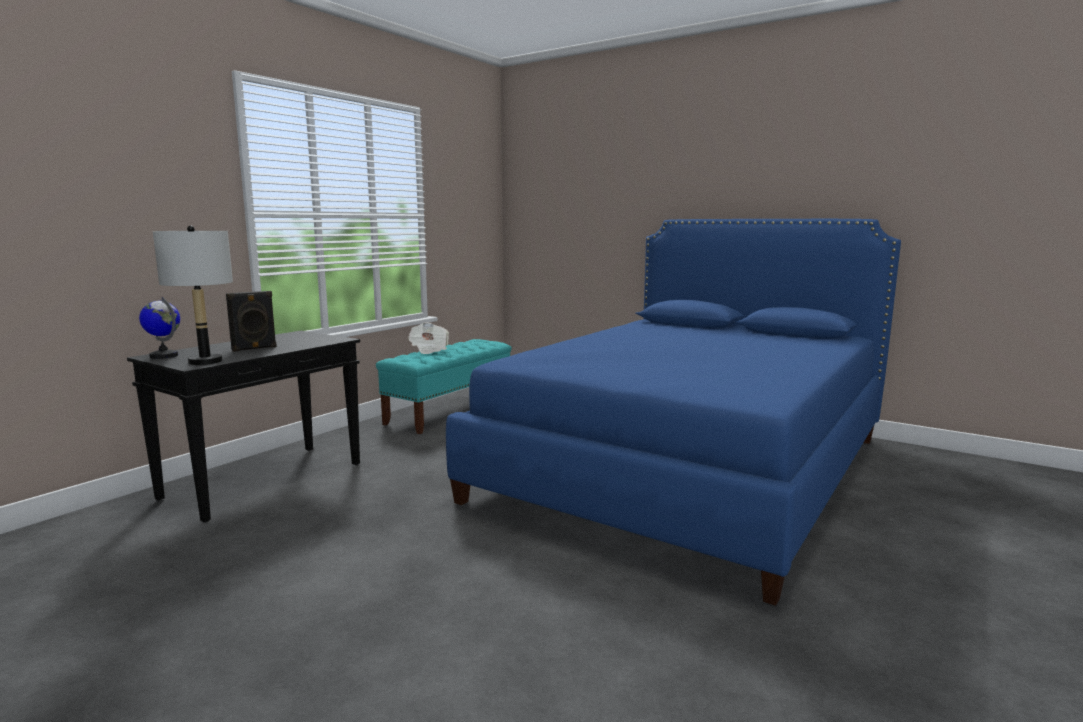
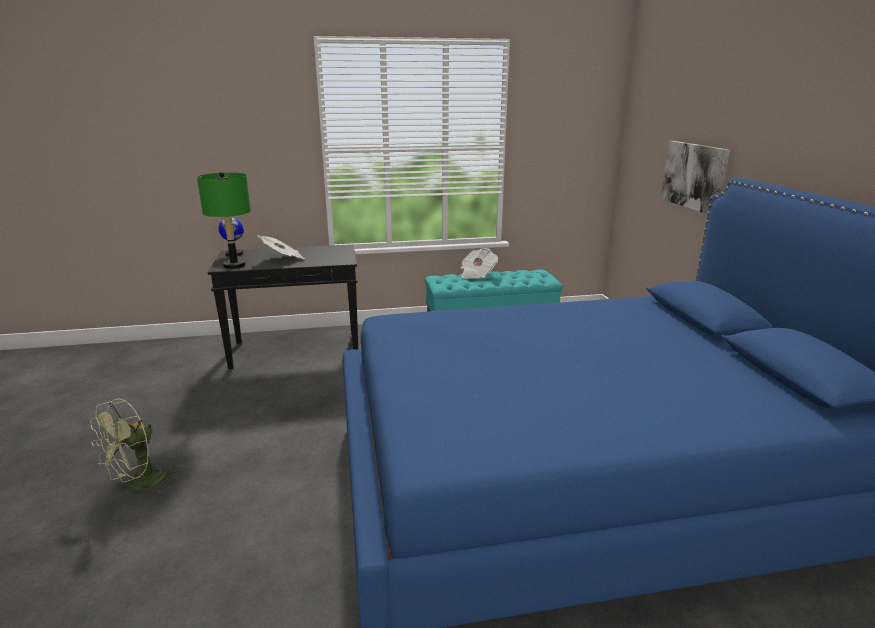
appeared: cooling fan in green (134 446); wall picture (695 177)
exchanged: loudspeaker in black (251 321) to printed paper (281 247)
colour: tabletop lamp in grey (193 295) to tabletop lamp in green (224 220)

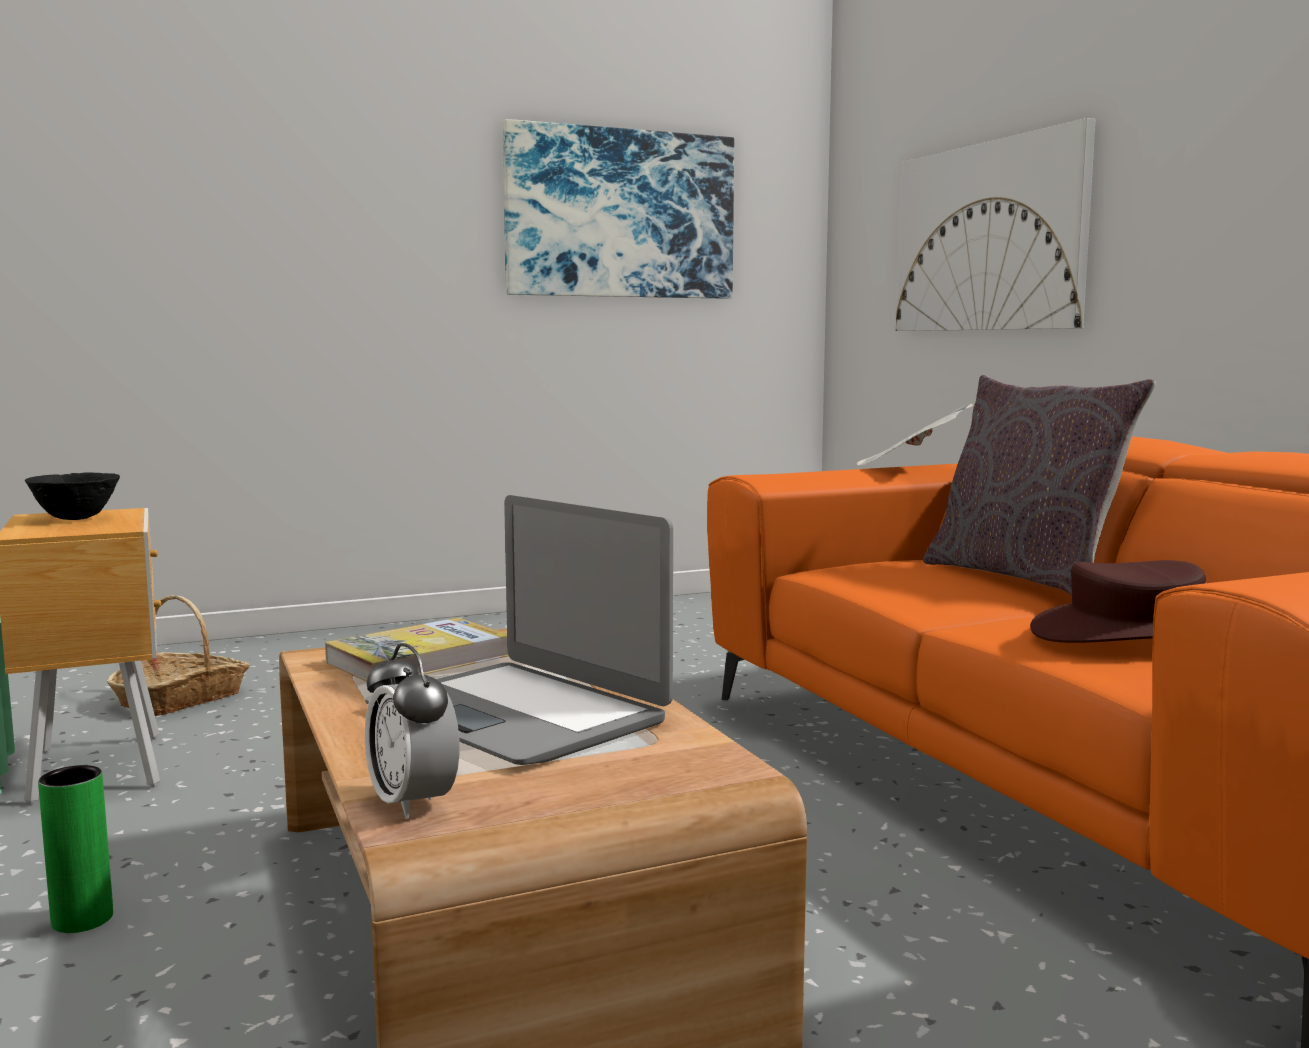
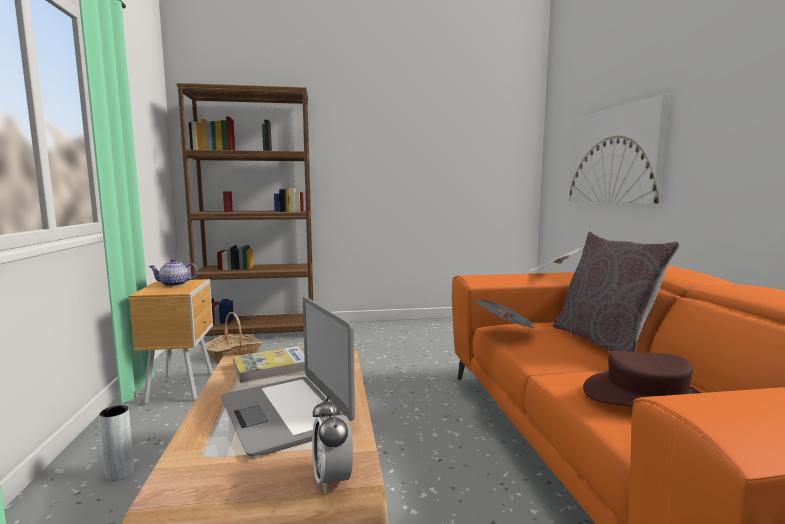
missing: wall picture (618 209)
appeared: bookcase in brown (245 213); printed paper (504 314)
relocated: alarm clock (412 731) to (332 444)
exchanged: deep dish in black (72 496) to teapot (173 273)
colour: flower vase in green (75 849) to flower vase in grey (117 443)

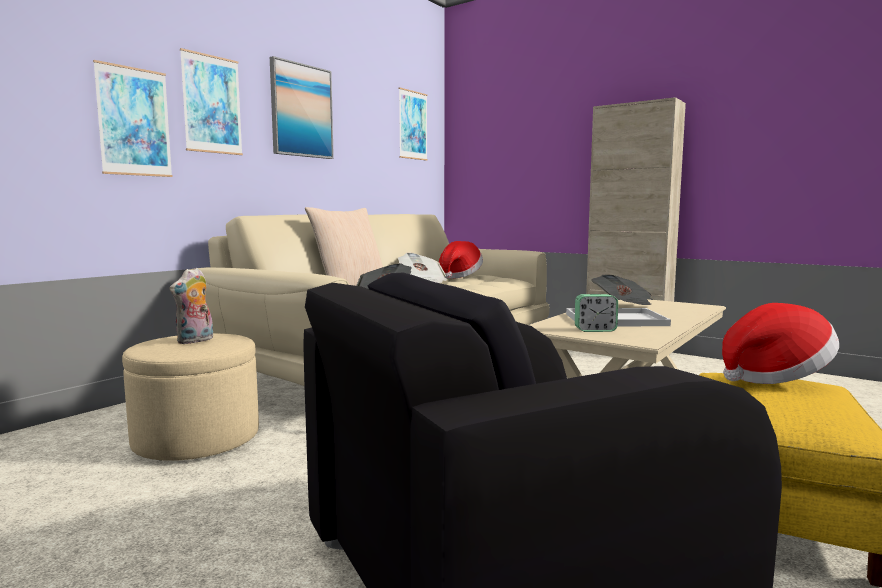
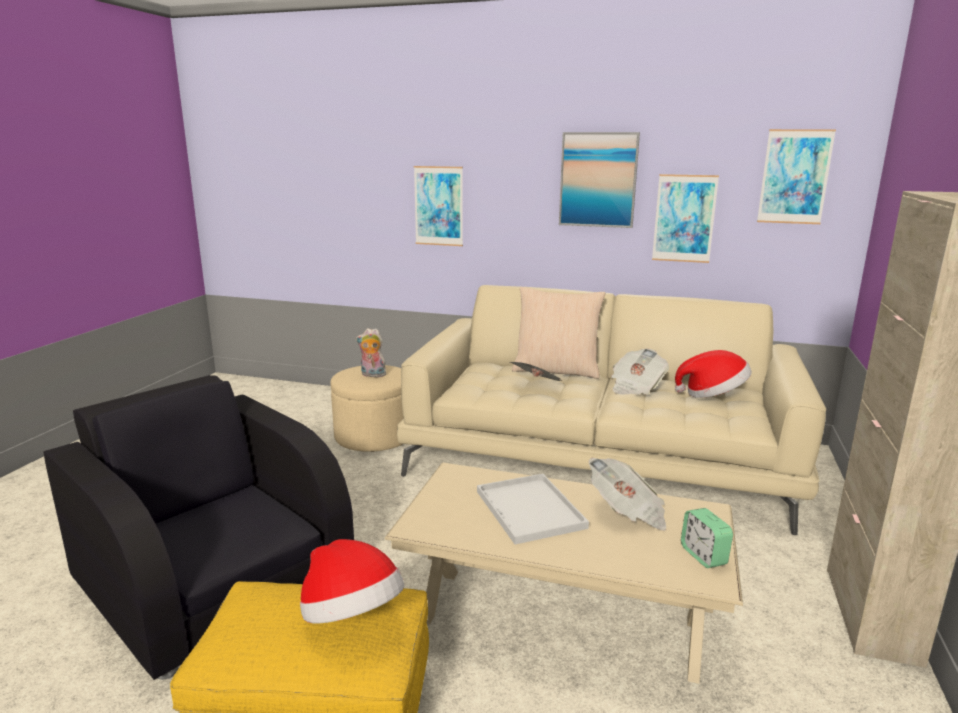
relocated: wall picture (211 101) to (685 218); alarm clock (596 313) to (707 538)

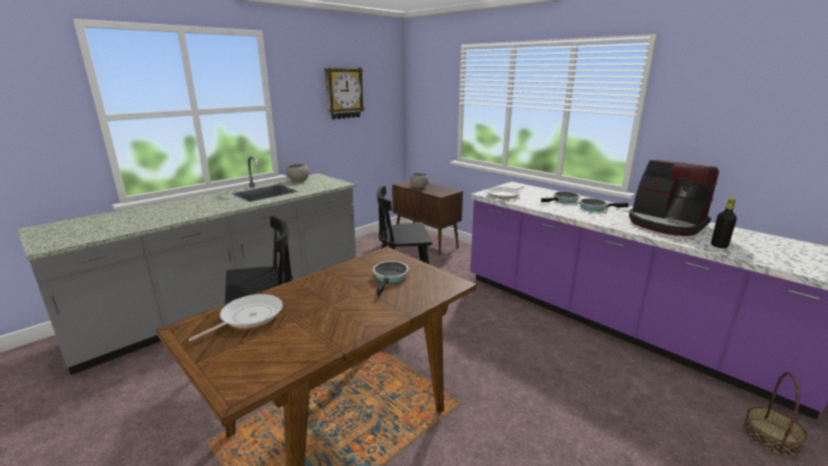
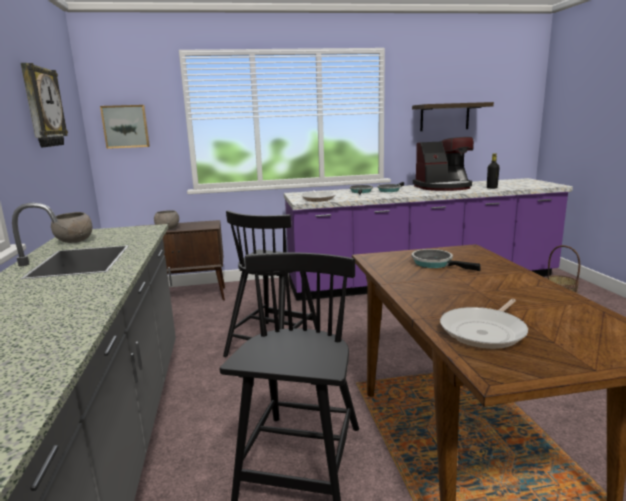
appeared: wall picture (125 127); wall shelf (453 116)
spun: frying pan (236 317) = (484 324) 120 degrees counterclockwise

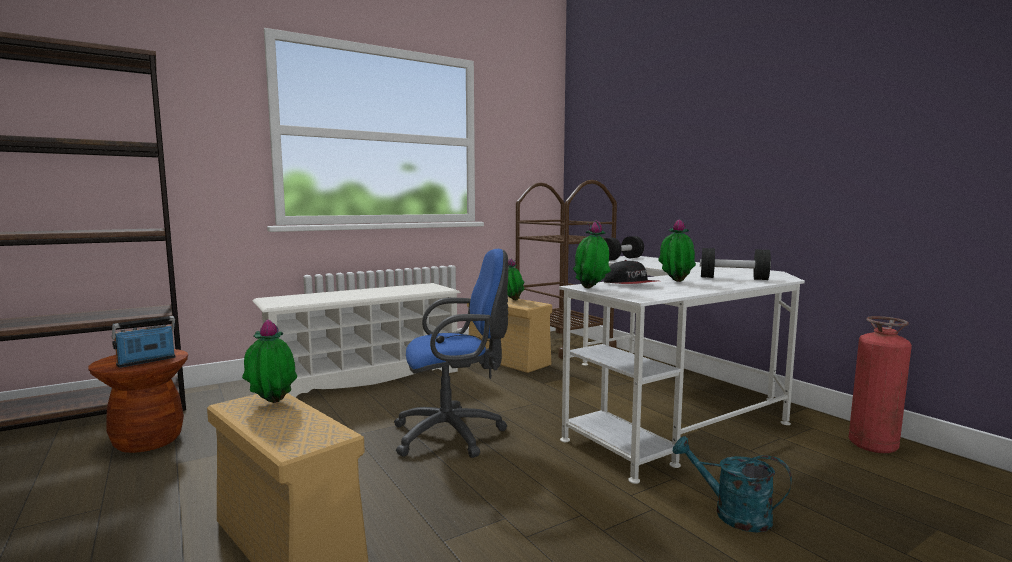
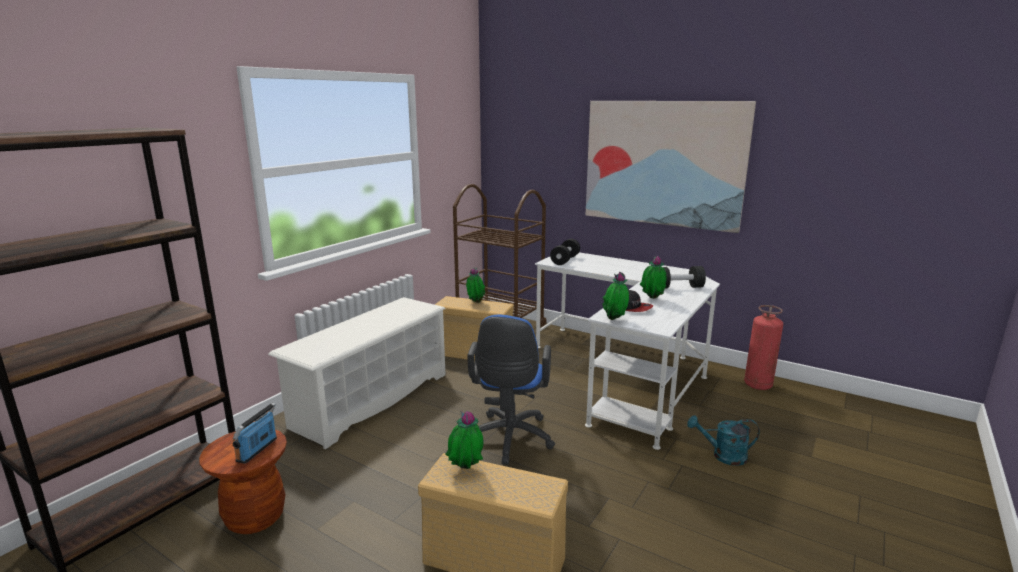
appeared: wall picture (671 167)
spun: computer chair in blue-coloured (451 353) = (511 390) 135 degrees clockwise

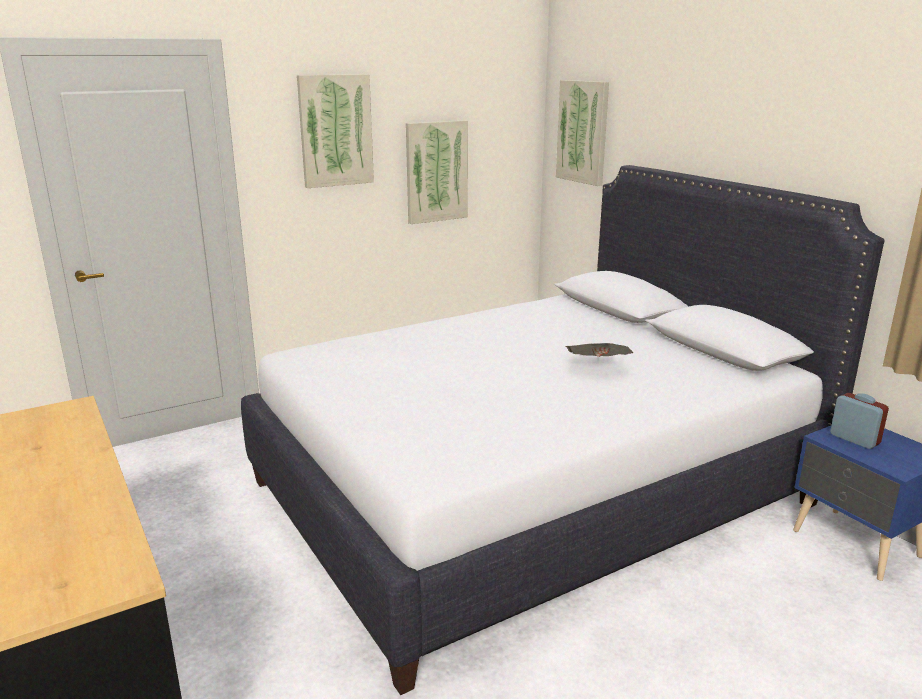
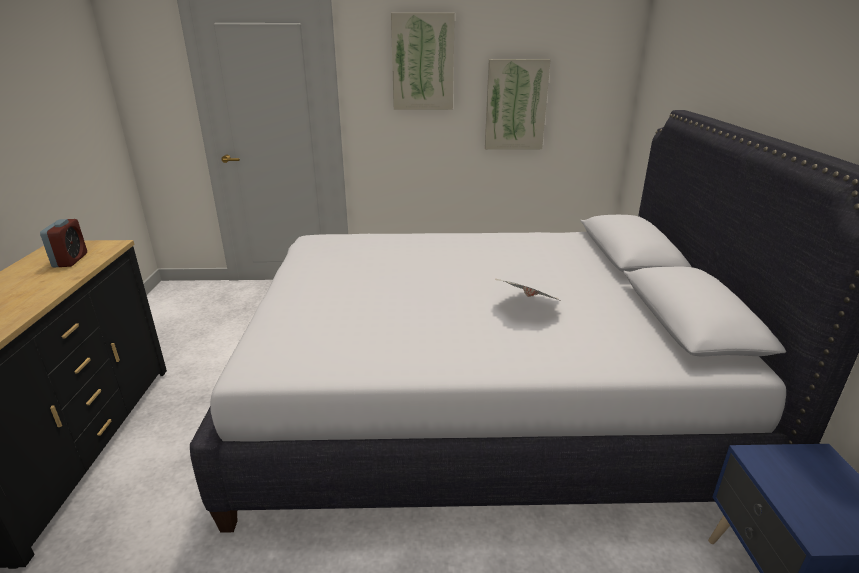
missing: wall picture (582 133)
relocated: alarm clock (859 421) to (63 243)

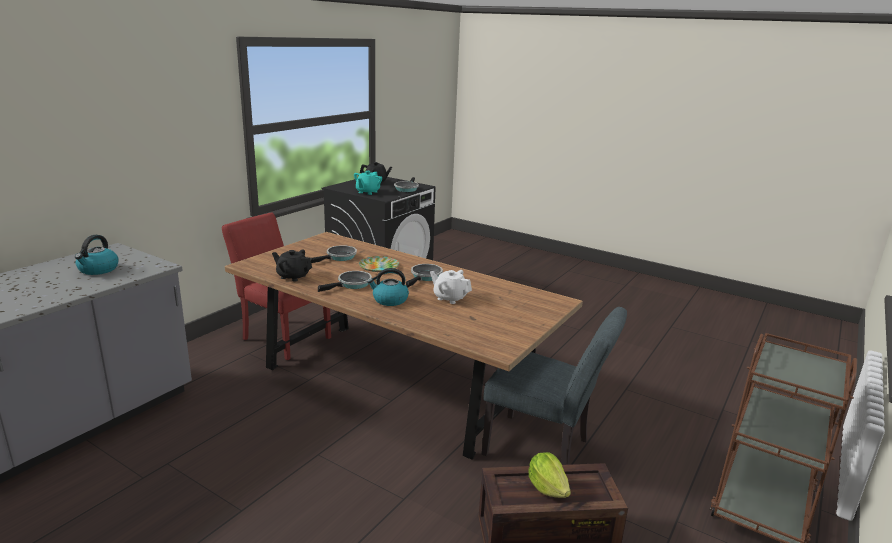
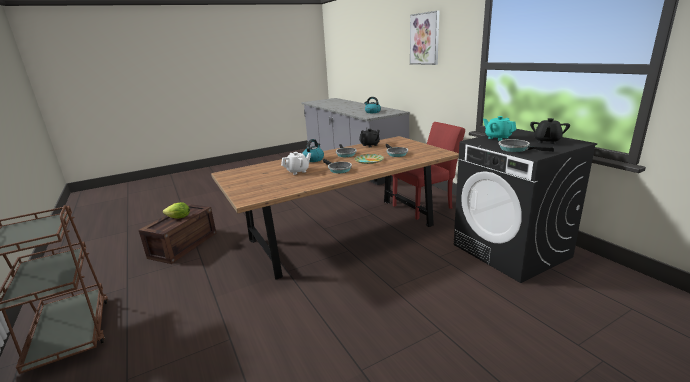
missing: plain chair in grey (554 386)
appeared: wall picture (424 38)

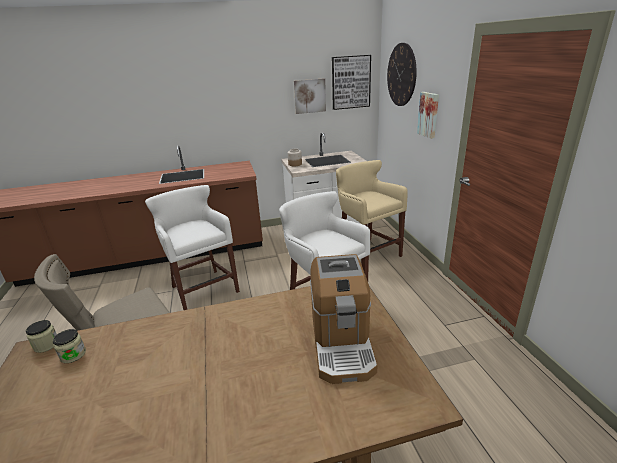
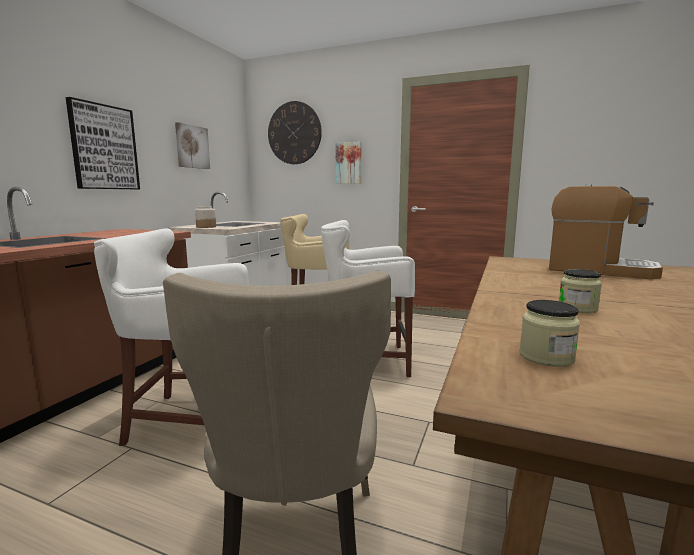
relocated: storage jar (41 336) to (580 291); wall picture (351 82) to (103 143)

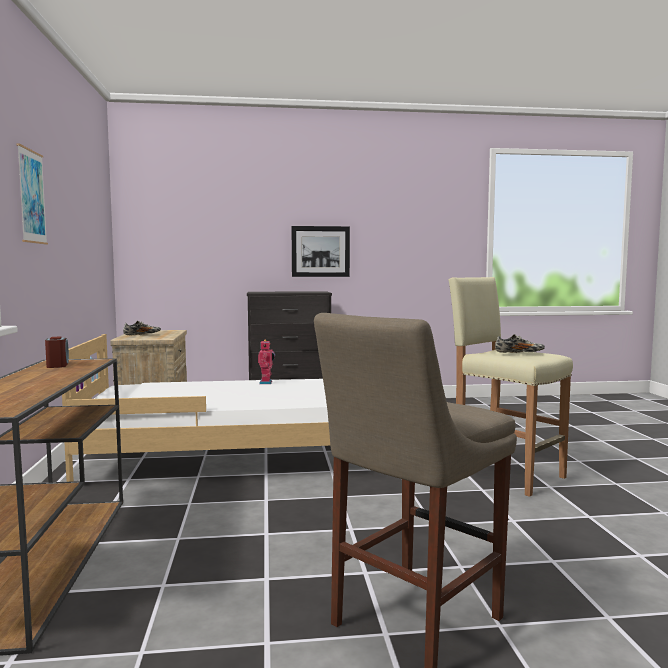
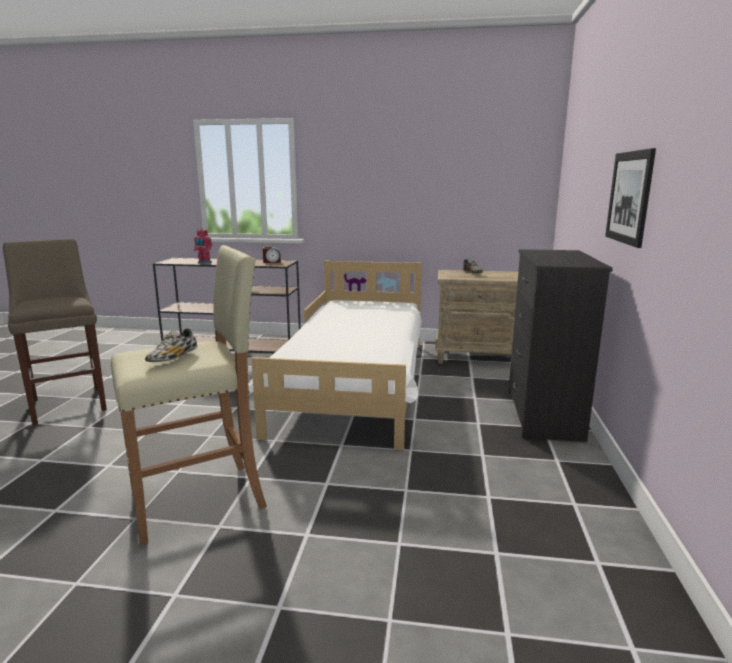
missing: wall picture (32 194)
relocated: robot figure (266 361) to (203 246)

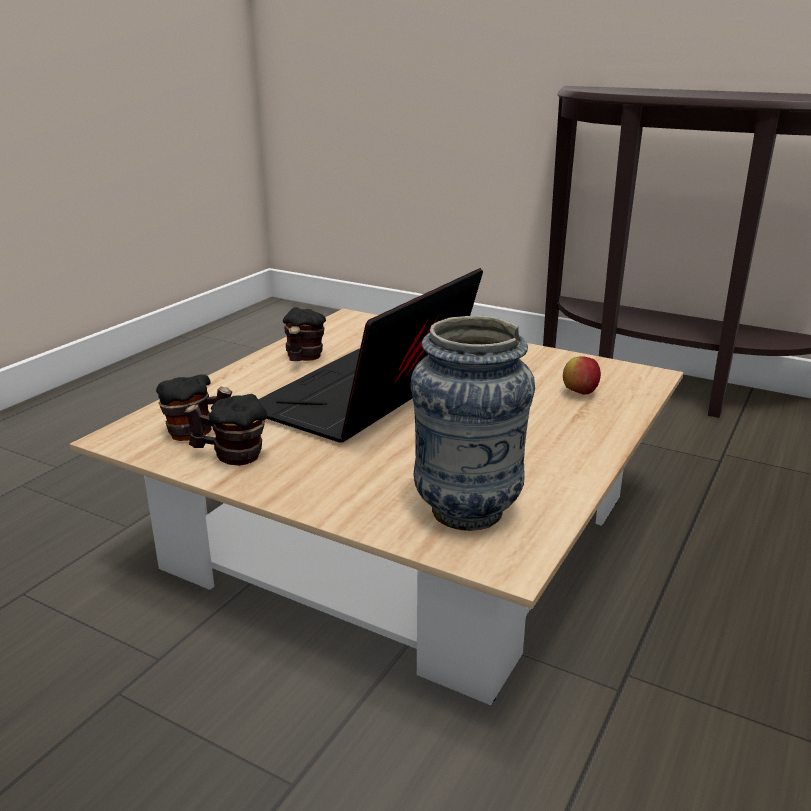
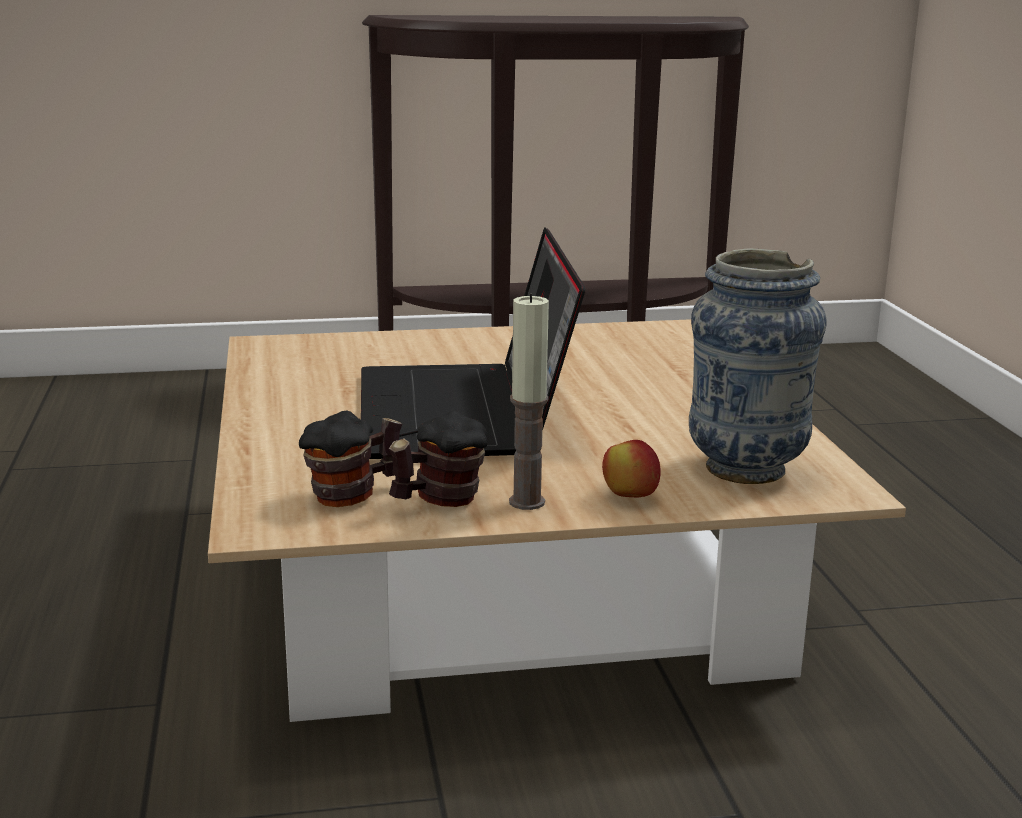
missing: tea mug (304 334)
appeared: candle (529 401)
relocated: apple (582 376) to (631 469)

